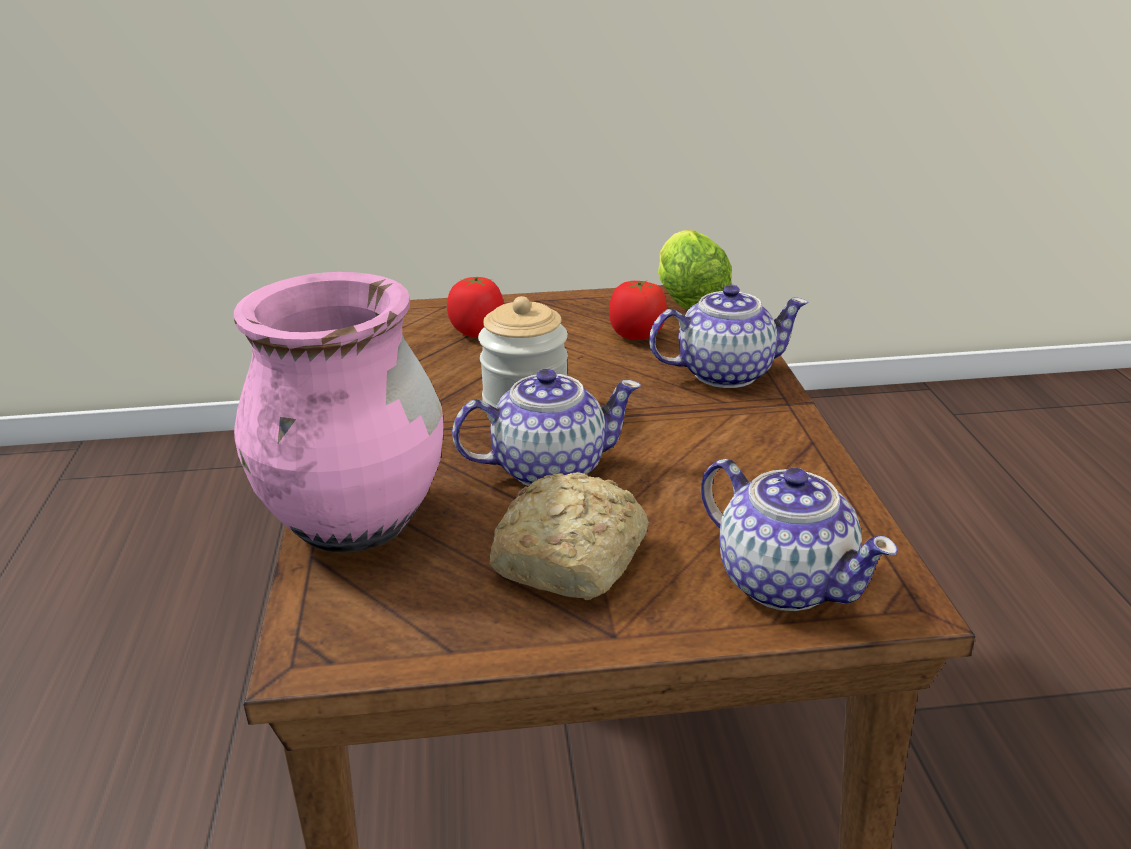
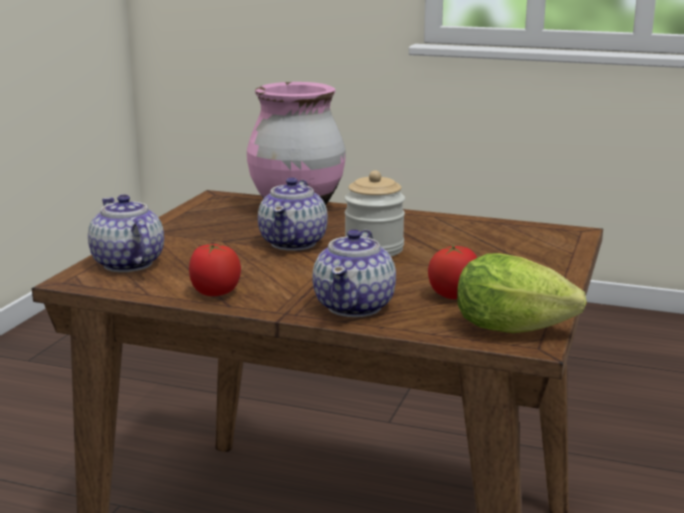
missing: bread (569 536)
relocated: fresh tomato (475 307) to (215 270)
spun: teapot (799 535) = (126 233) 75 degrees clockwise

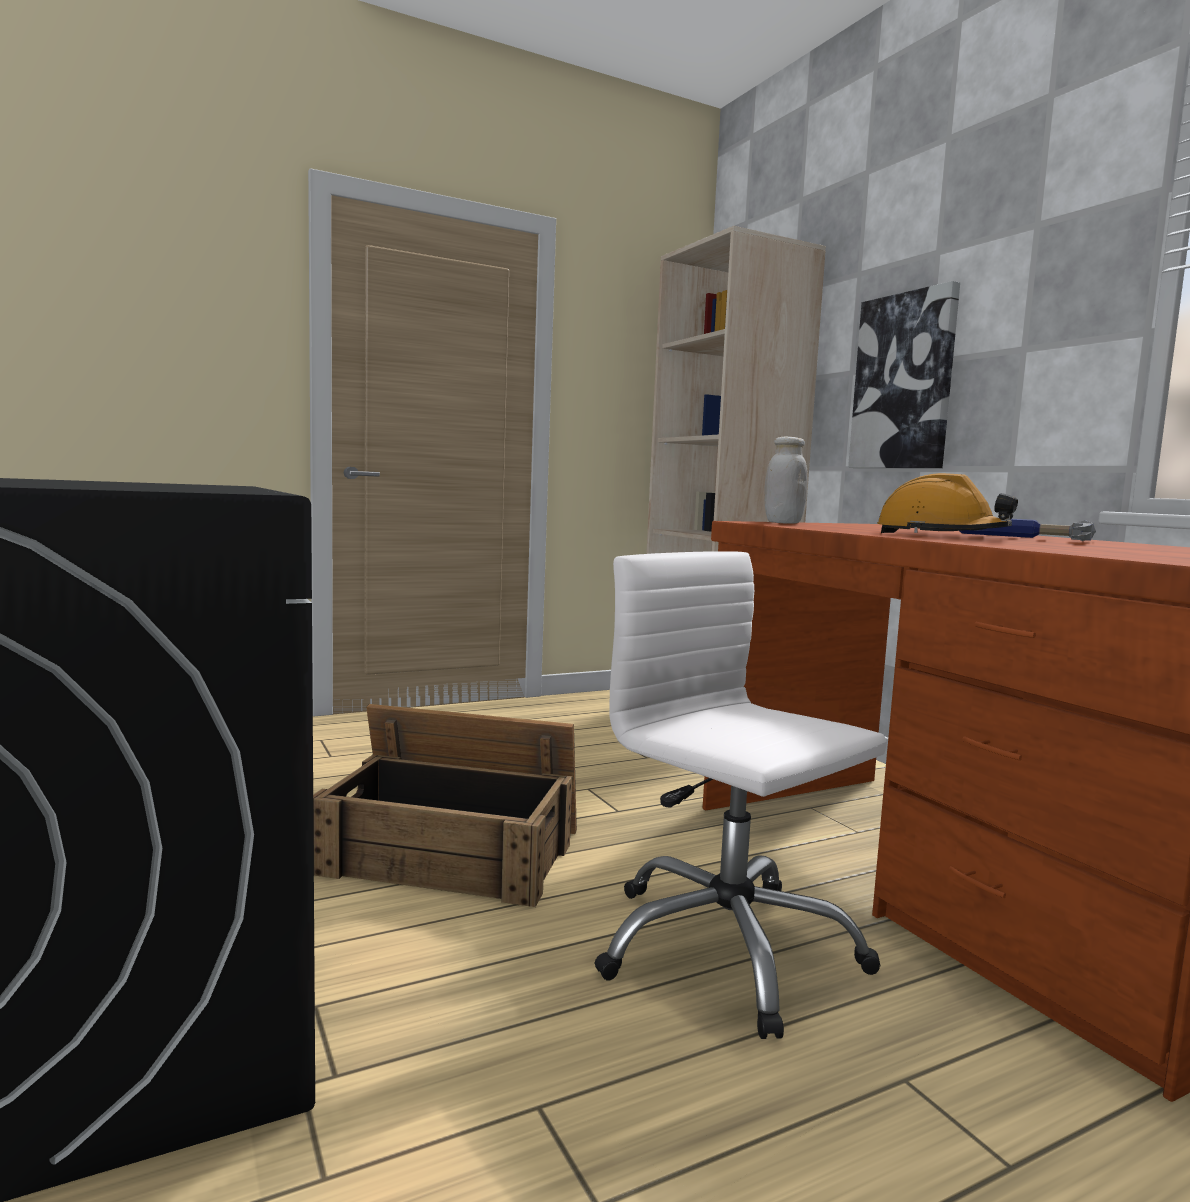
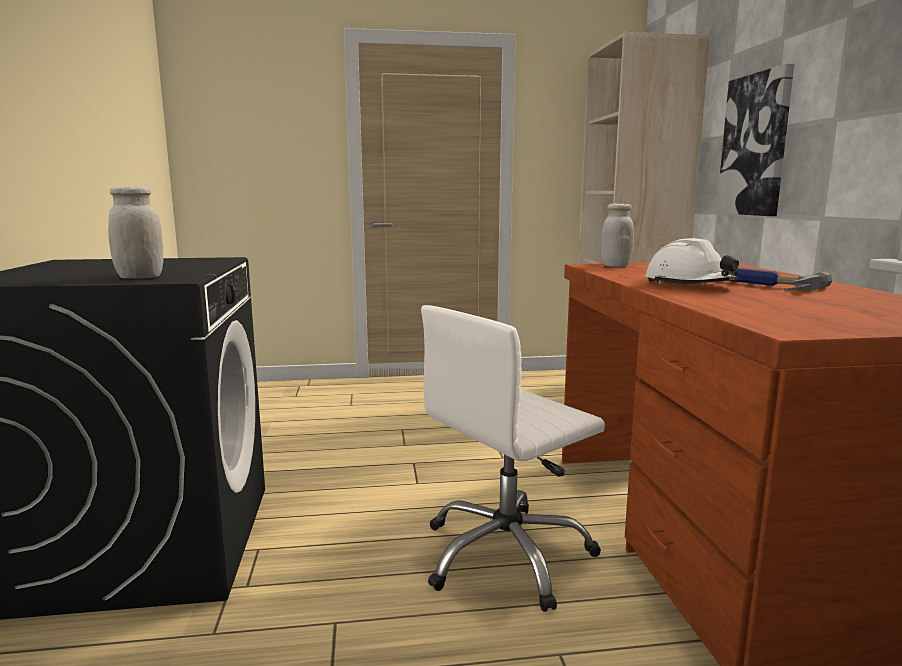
missing: crate (445 805)
appeared: storage jar in whitish (135 232)
colour: safety helmet in orange-coloured (947 503) to safety helmet in whitish (692 261)
spun: computer chair in whitish (740 795) = (513 458) 105 degrees counterclockwise

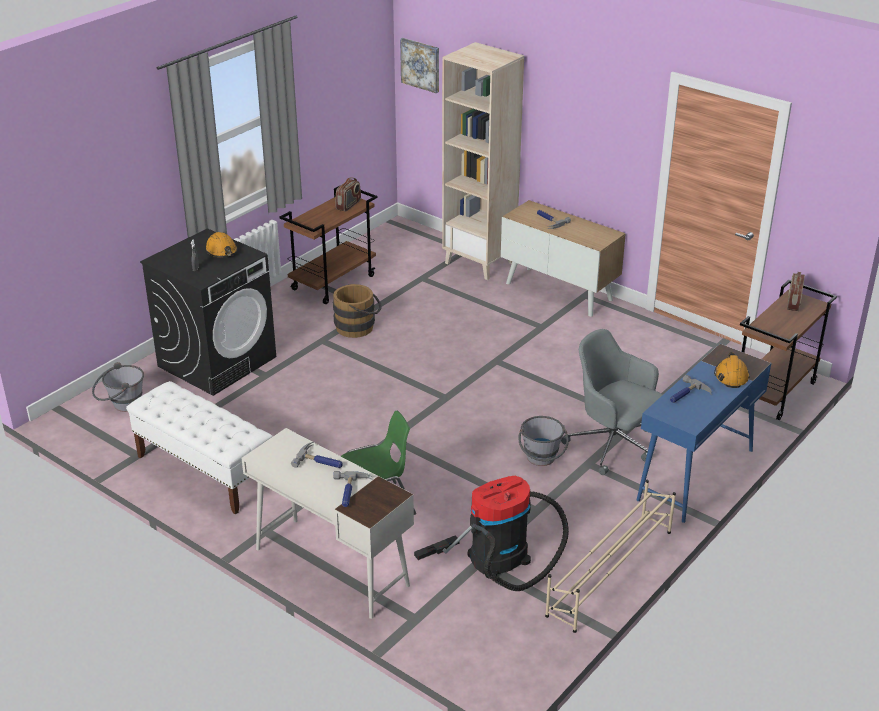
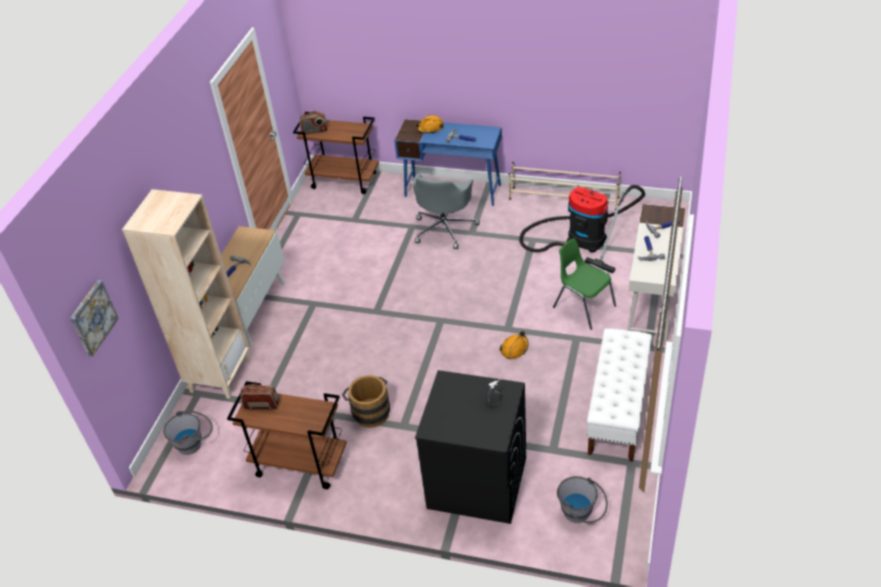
relocated: safety helmet in orange-coloured (222 244) to (514 345); bucket in grey (543 441) to (188 433)

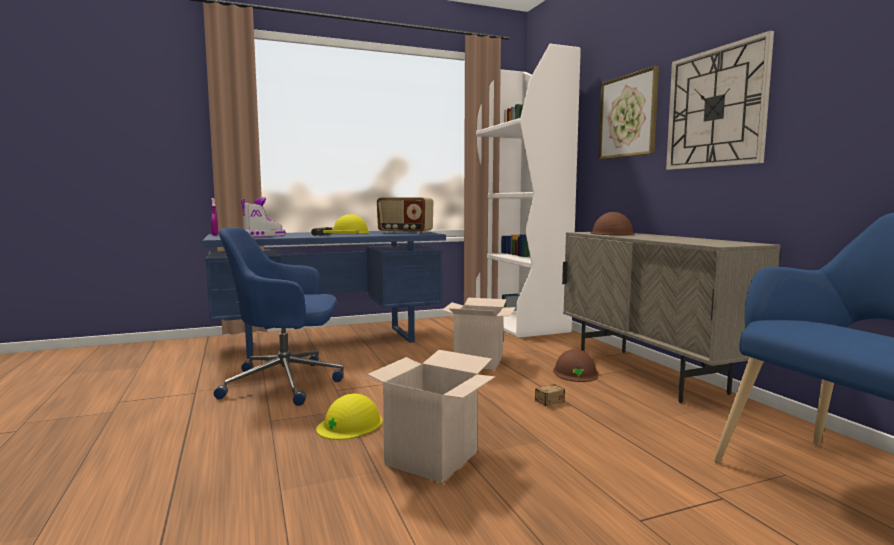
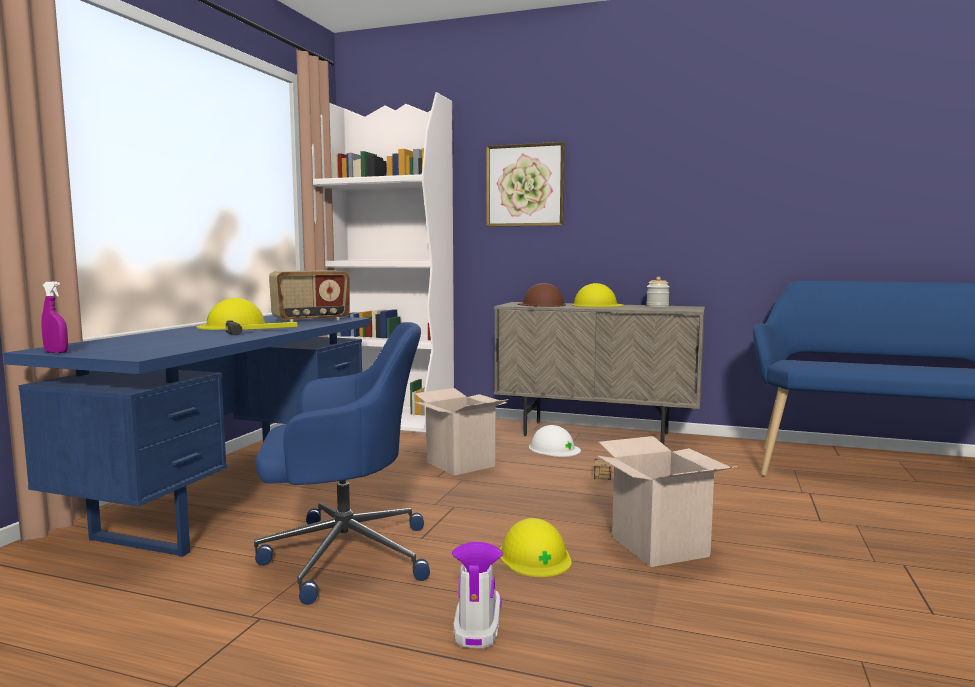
missing: hanging clock (720 100)
appeared: safety helmet in yellowish (598 295); storage jar (657 292)
relocated: tall boot (263 217) to (477 595)
colour: safety helmet in brown (575 365) to safety helmet in whitish (555 441)
spun: computer chair in blue-coloured (279 316) = (342 463) 135 degrees counterclockwise

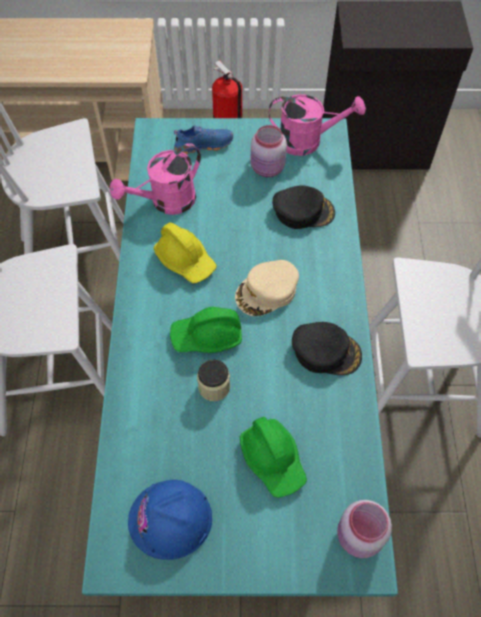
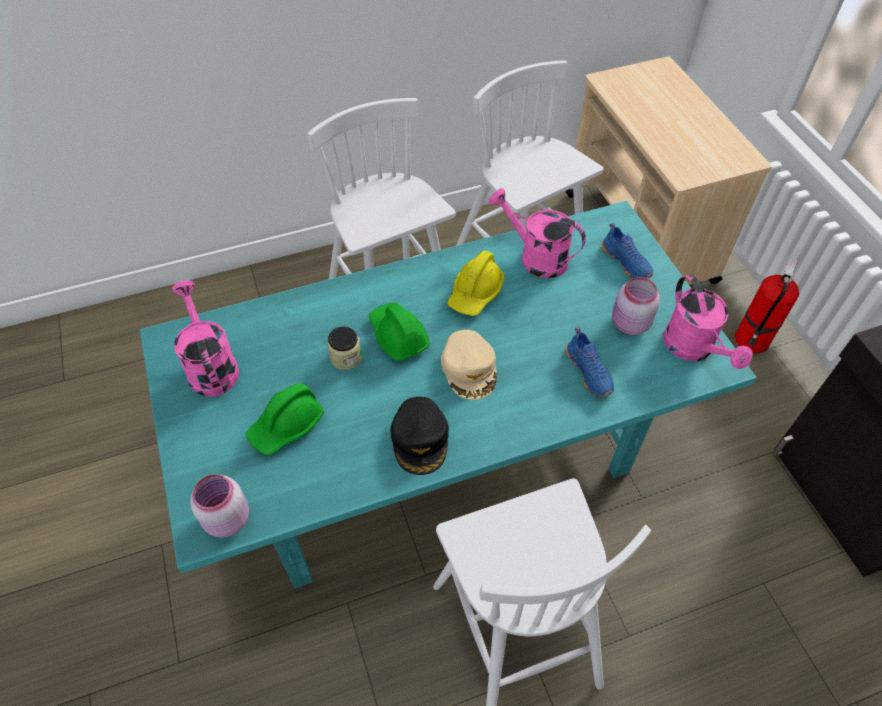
exchanged: safety helmet in blue-coloured (170 520) to watering pot in pink-coloured (205 338); peaked cap in black (304 207) to shoe in blue-coloured (590 362)
spun: peaked cap in beige-coloured (267 288) = (469 365) 135 degrees counterclockwise

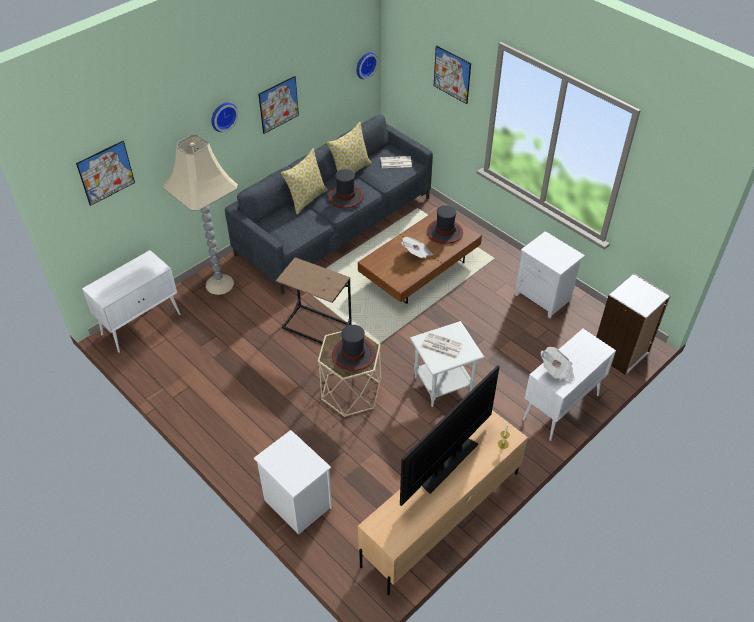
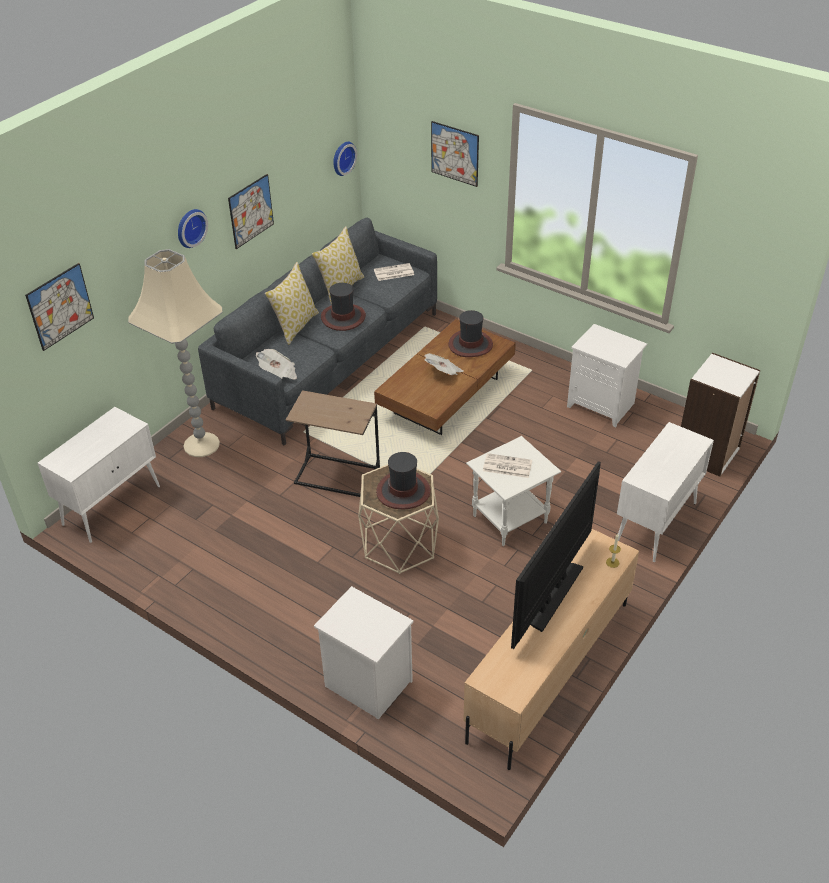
relocated: printed paper (558 364) to (276 364)

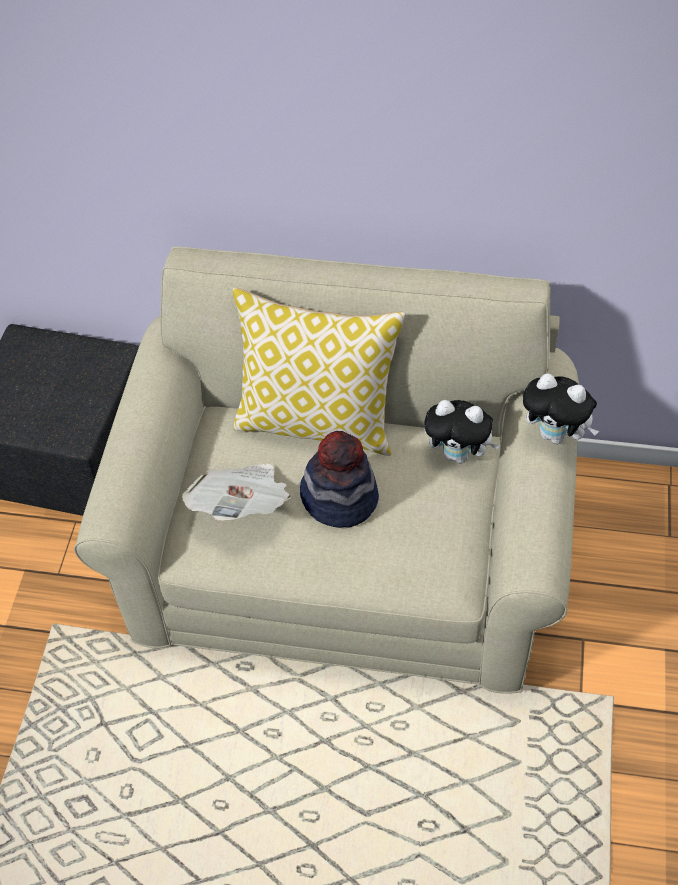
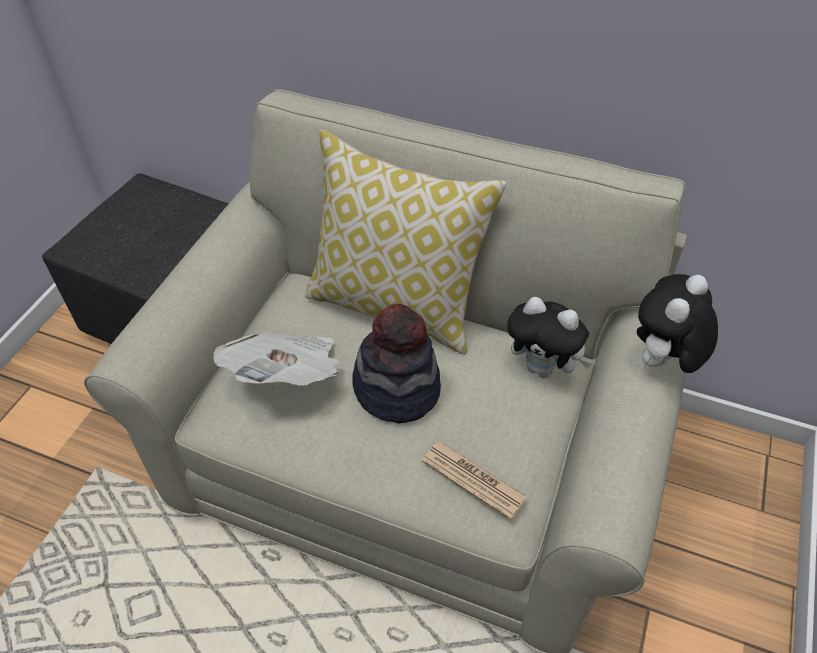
appeared: printed paper (474 480)
spun: plush toy (561 408) = (677 323) 90 degrees clockwise

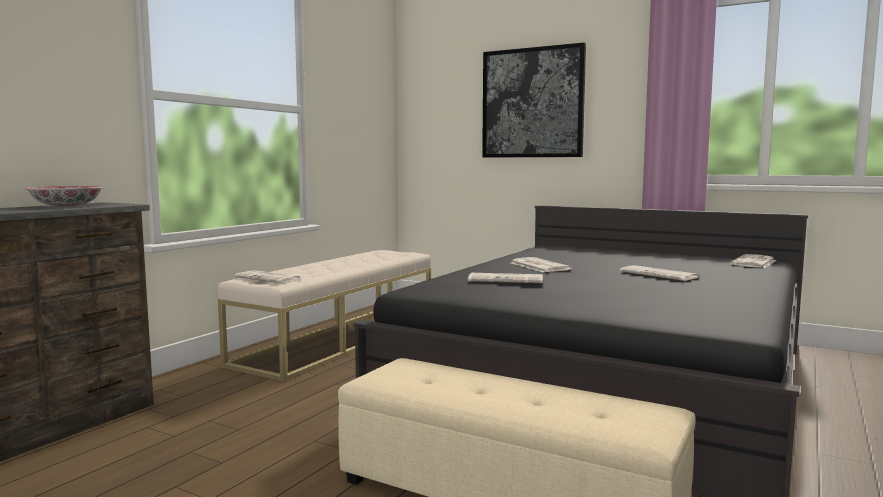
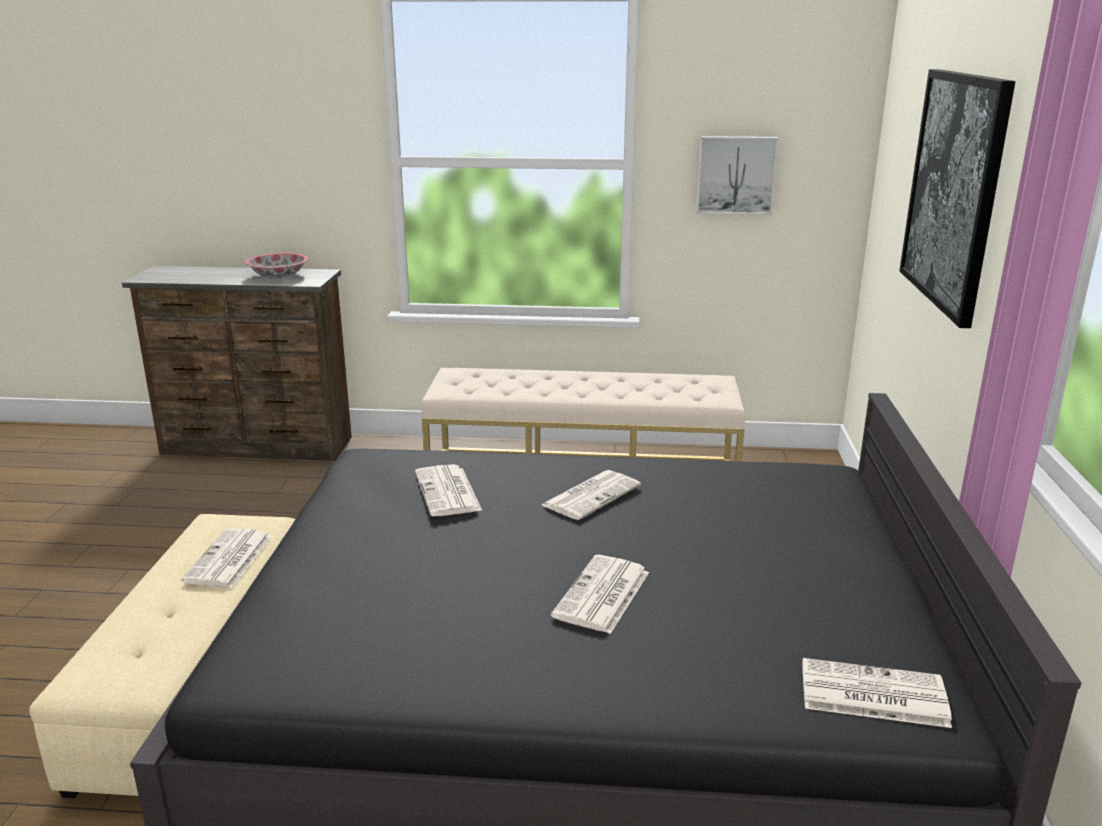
appeared: wall picture (737 175)
relocated: printed paper (268 276) to (226 558)

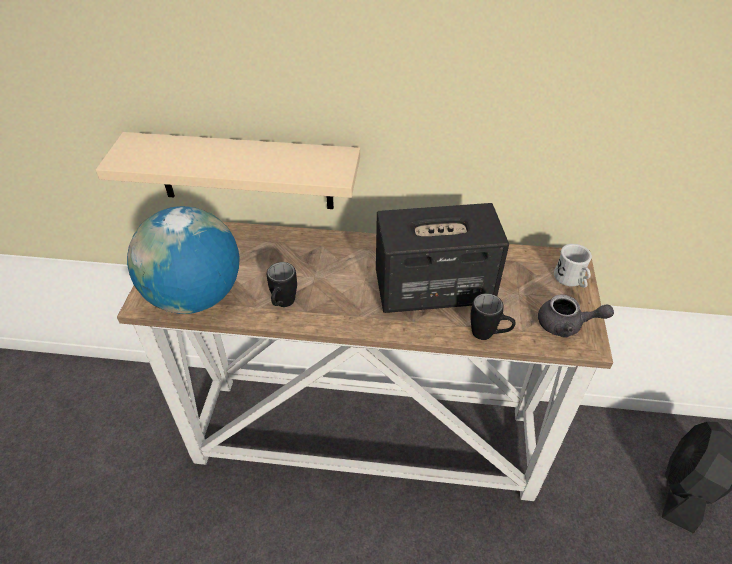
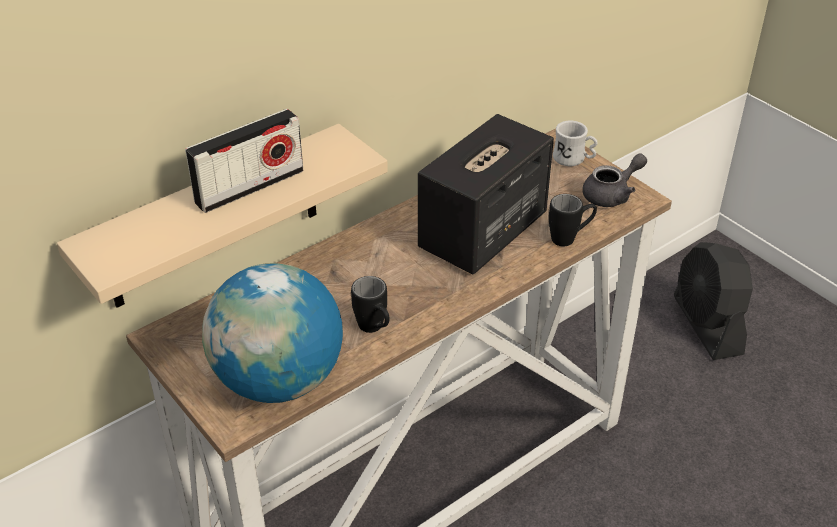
appeared: radio (244 161)

